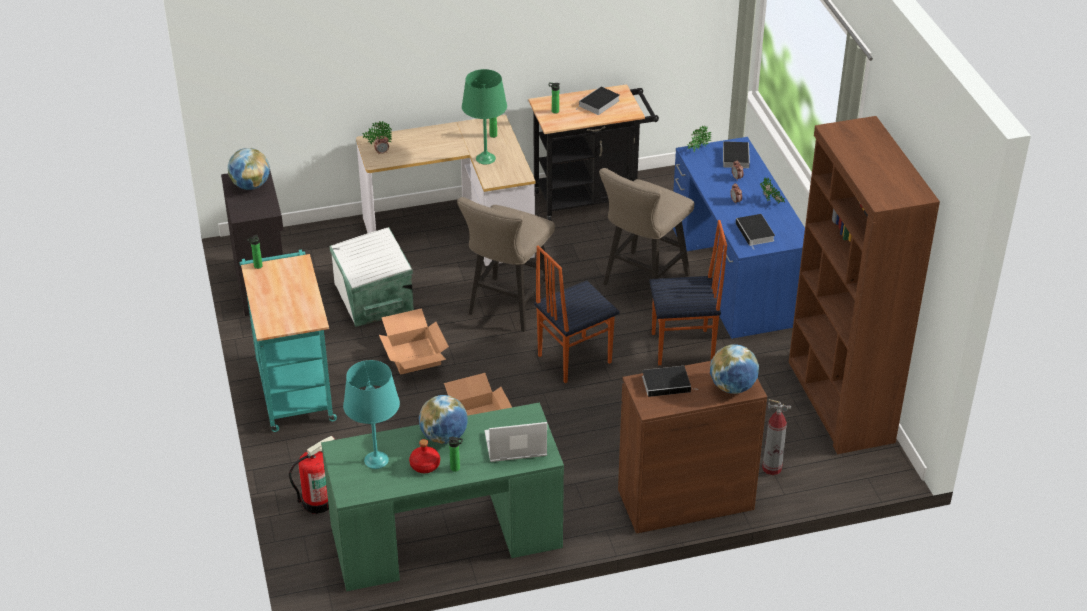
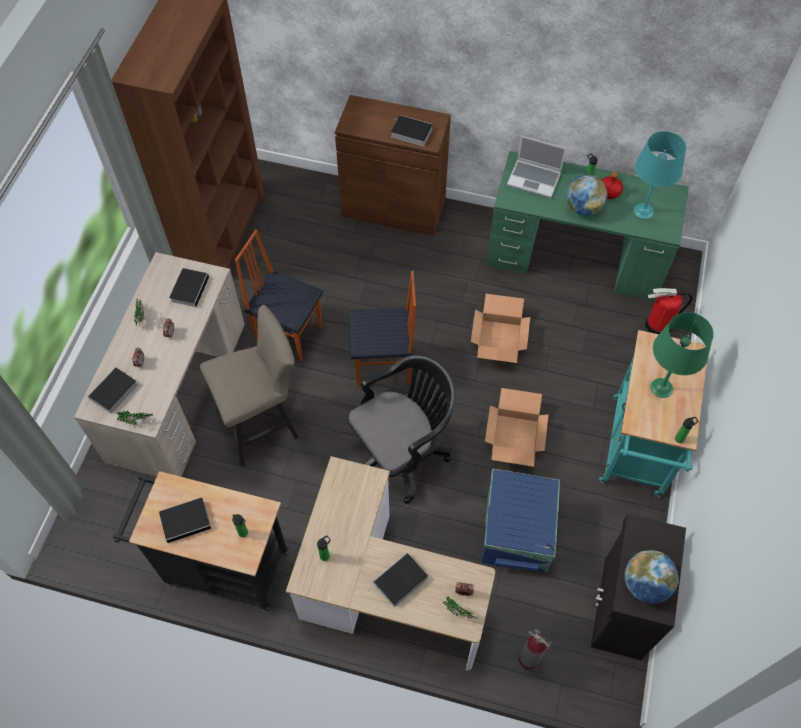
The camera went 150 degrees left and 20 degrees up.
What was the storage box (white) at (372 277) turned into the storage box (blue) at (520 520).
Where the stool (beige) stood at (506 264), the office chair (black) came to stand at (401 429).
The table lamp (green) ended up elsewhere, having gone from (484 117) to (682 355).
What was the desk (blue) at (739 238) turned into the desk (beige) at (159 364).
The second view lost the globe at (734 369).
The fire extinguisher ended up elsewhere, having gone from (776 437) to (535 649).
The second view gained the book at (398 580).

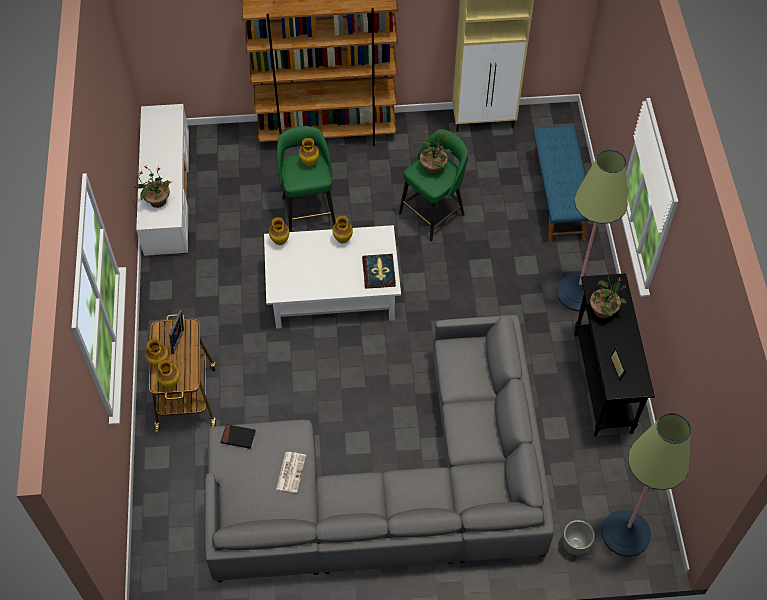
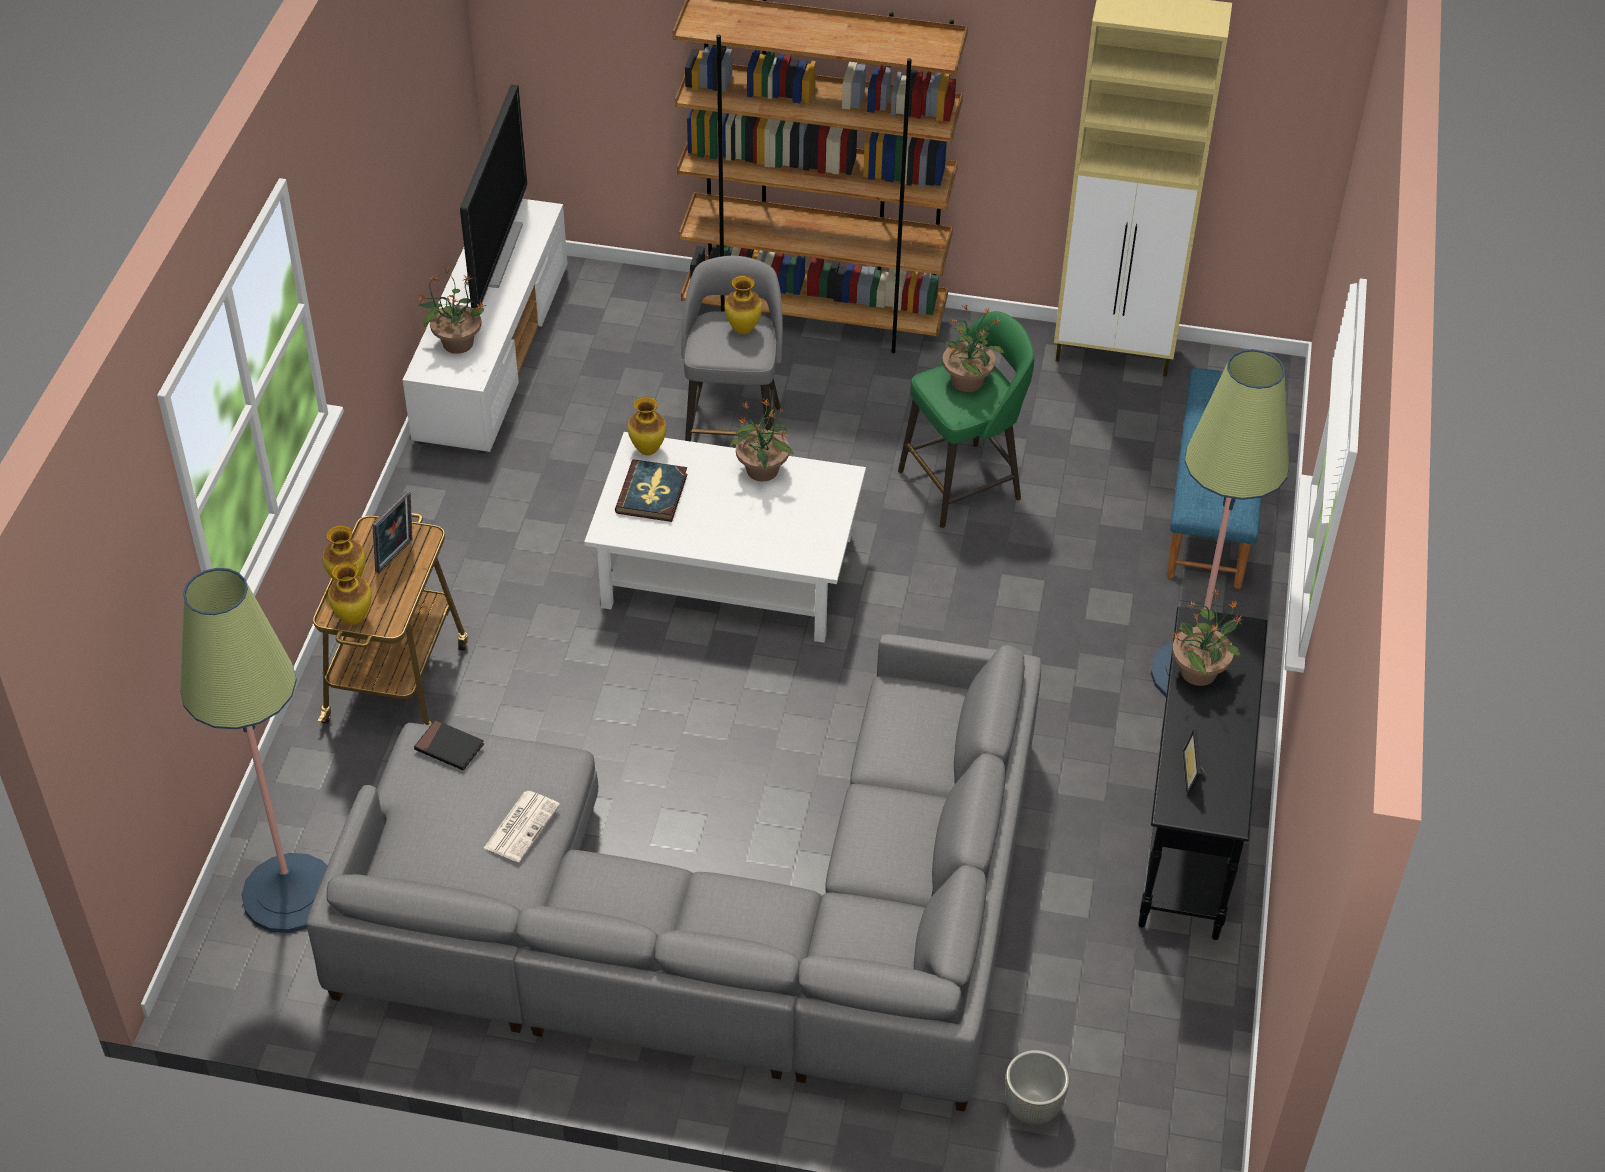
The camera went 15 degrees right and 10 degrees down.
What was the stool (green) at (306 179) turned into the stool (grey) at (732 348).
Where the vase stood at (342 229), the potted plant came to stand at (761 440).
The book ended up elsewhere, having gone from (379 271) to (651 490).
The floor lamp ended up elsewhere, having gone from (646 485) to (253 750).
The second view gained the television at (493 196).

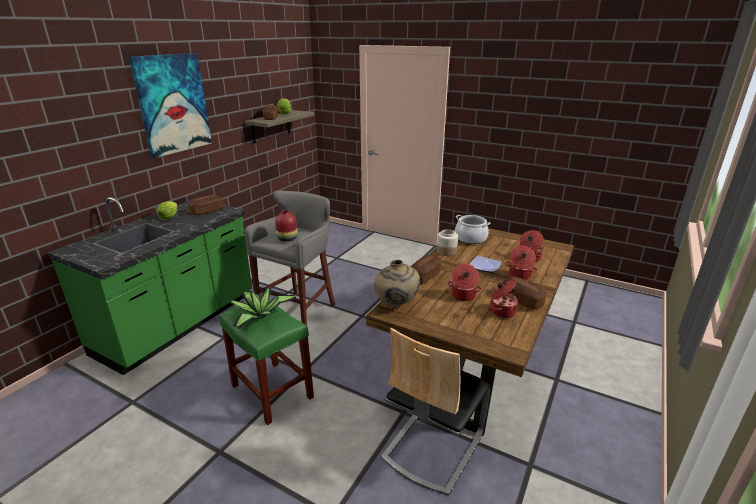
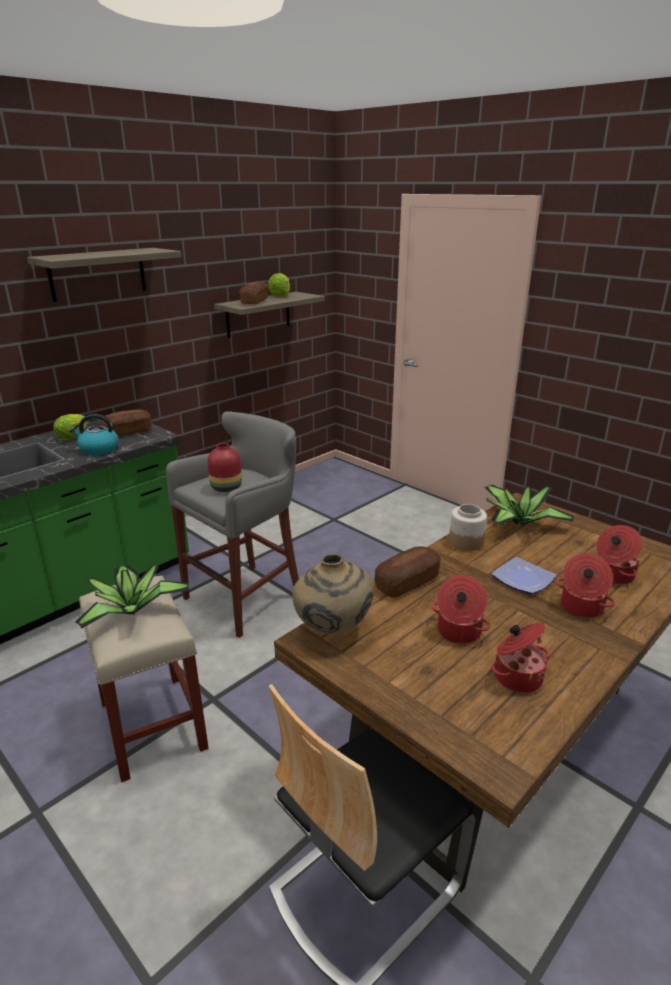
The camera went 15 degrees right and 0 degrees up.
Where the picture hung at (170 105), the shelf came to hang at (104 275).
What was the stool (green) at (266 361) turned into the stool (beige) at (144 678).
Where the cooking pot stood at (472 229), the potted plant came to stand at (529 505).
The second view lost the bread at (524 293).
The second view gained the kettle at (94 434).

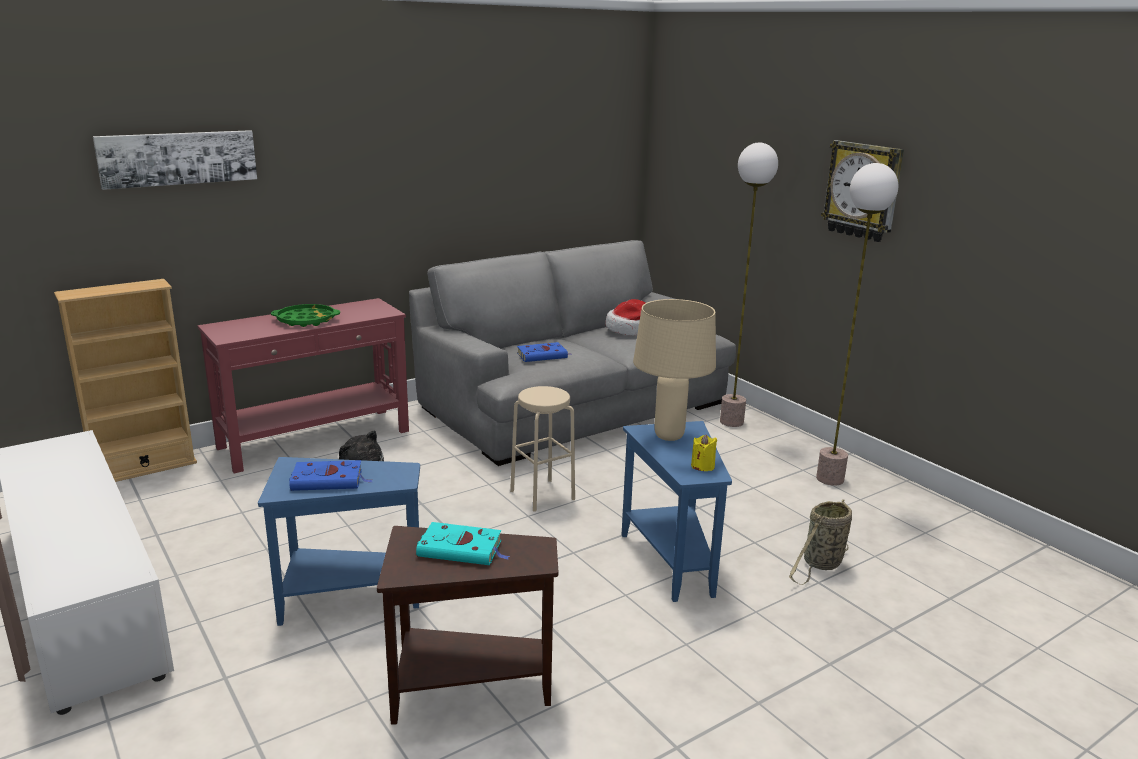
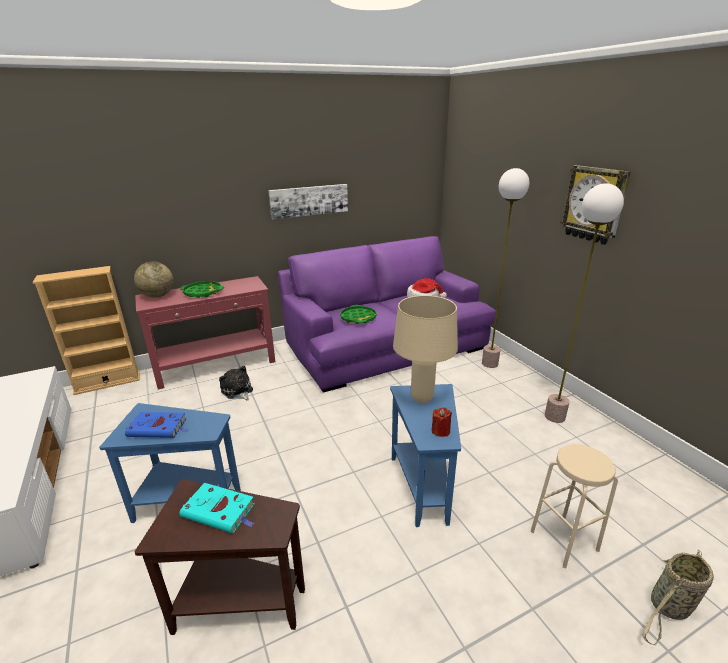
The camera went 10 degrees right and 5 degrees up.
The picture ended up elsewhere, having gone from (175 160) to (308 201).
What was the sofa (grey) at (572 353) turned into the sofa (purple) at (387 314).
The stool (beige) ended up elsewhere, having gone from (542 449) to (574 506).
Where the book (blue) stood at (544 352), the tray (green) came to stand at (358 314).
What was the candle (yellow) at (704 452) turned into the candle (red) at (442 422).
The basket ended up elsewhere, having gone from (820 542) to (678 597).
The second view gained the globe at (153 280).

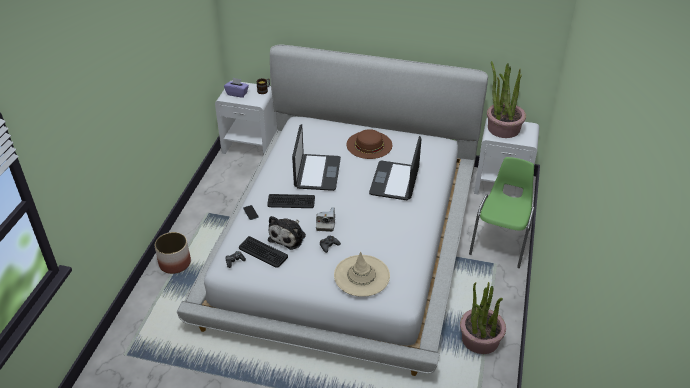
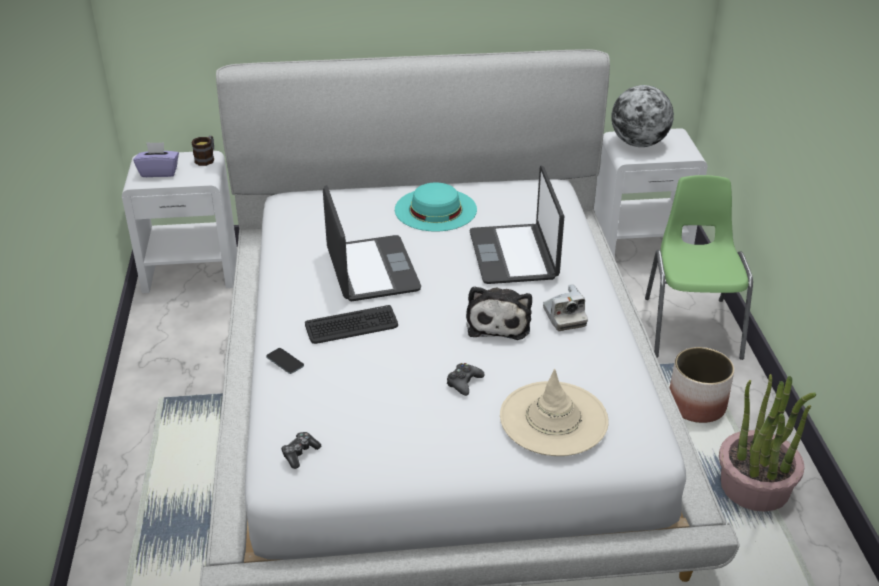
The camera went 20 degrees left and 5 degrees down.
The planter ended up elsewhere, having gone from (173 253) to (702 385).
The second view lost the keyboard at (263 252).
The plush toy ended up elsewhere, having gone from (287 233) to (499 313).
The photo camera ended up elsewhere, having gone from (325 219) to (565 307).
What was the hat (brown) at (369 144) turned into the hat (turquoise) at (436 207).
Where the potted plant stood at (506 99), the globe came to stand at (642 116).

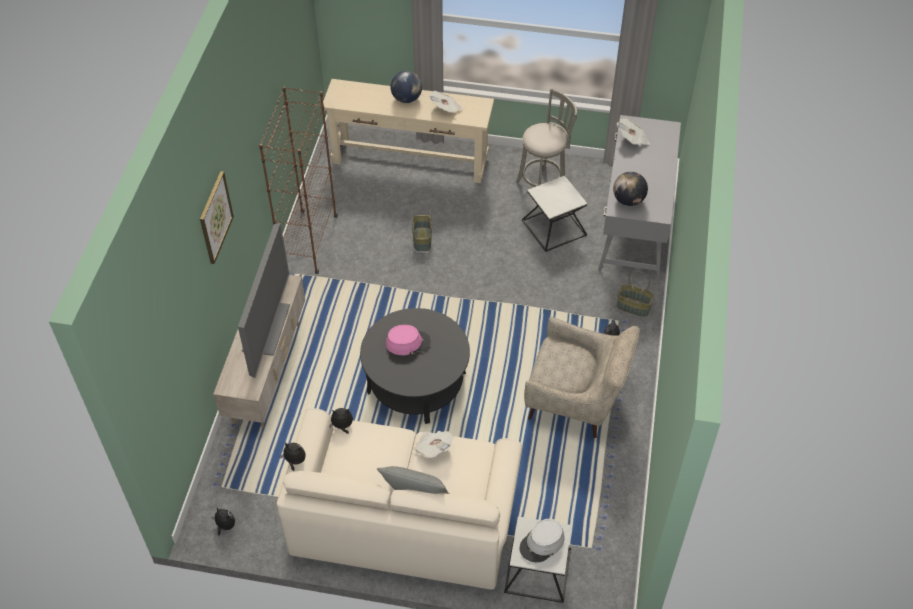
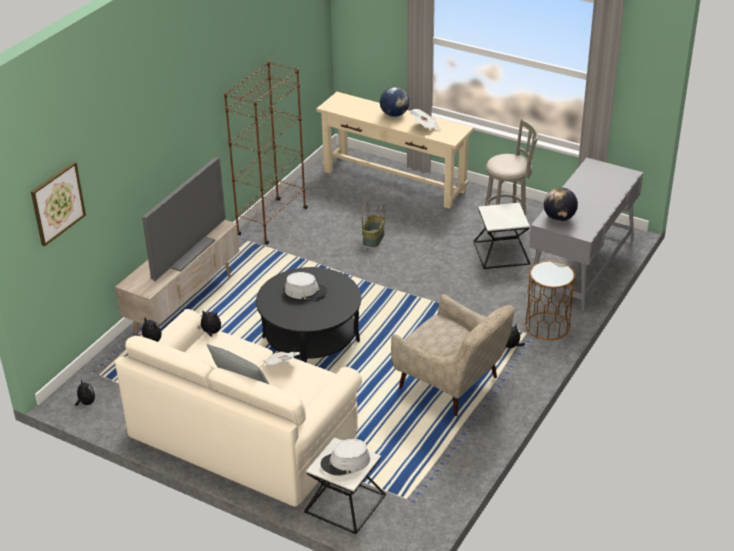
The camera went 20 degrees right and 15 degrees down.
The picture ended up elsewhere, having gone from (217 217) to (58 204).
What was the hat (pink) at (408 340) turned into the hat (grey) at (306 286).
The second view lost the newspaper at (633 132).
Where the basket stood at (635 294), the side table (brown) came to stand at (550 300).

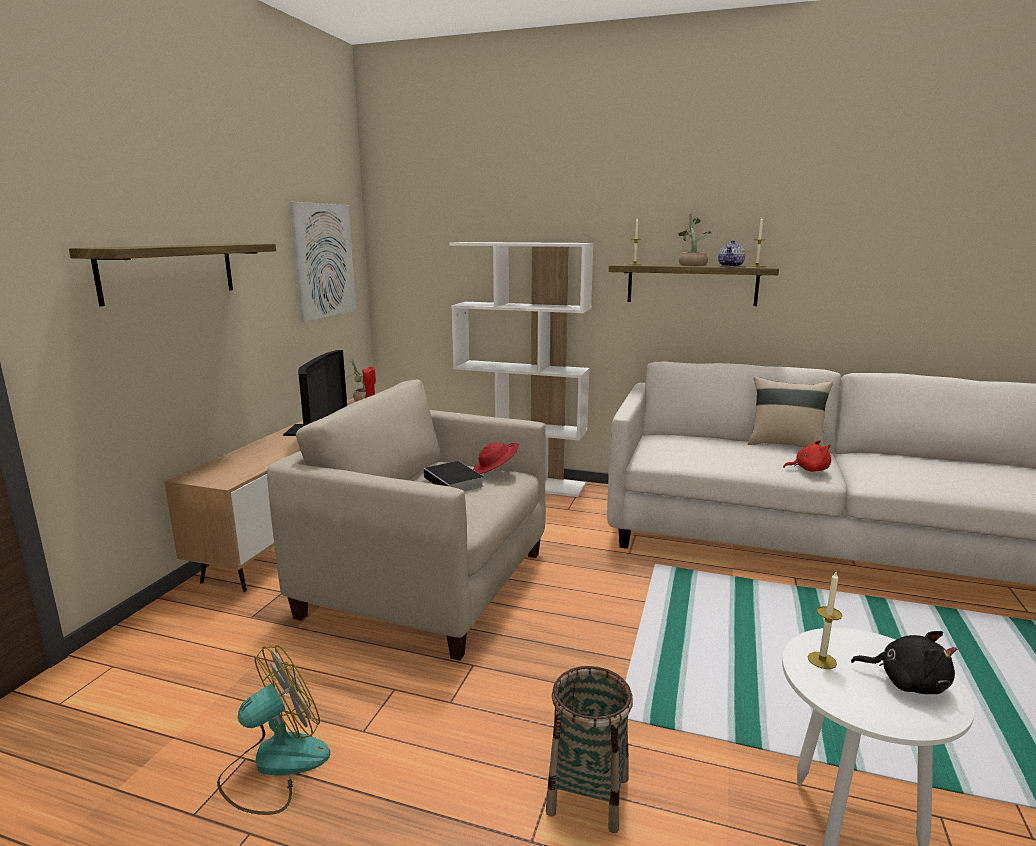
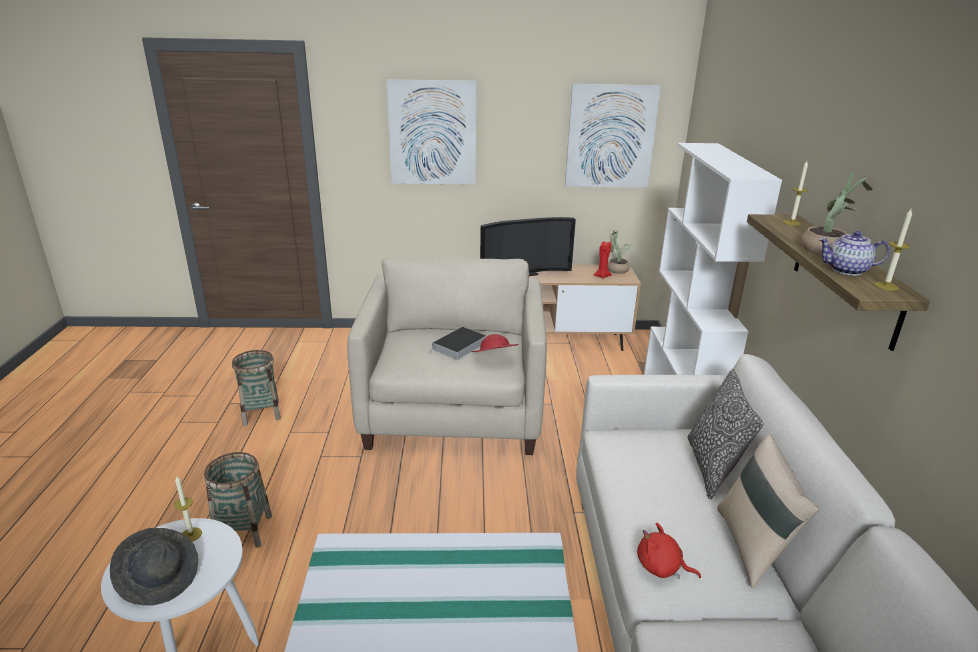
The camera went 70 degrees right and 10 degrees up.
Where the shelf hung at (172 274), the picture came to hang at (432 132).
Where the fan stood at (273 730), the basket came to stand at (256 388).
The plush toy (red) at (807 456) ended up facing another way, 135 degrees clockwise from before.
Where the plush toy (black) stood at (904 662), the hat (grey) came to stand at (154 567).
The second view gained the pillow at (725 433).

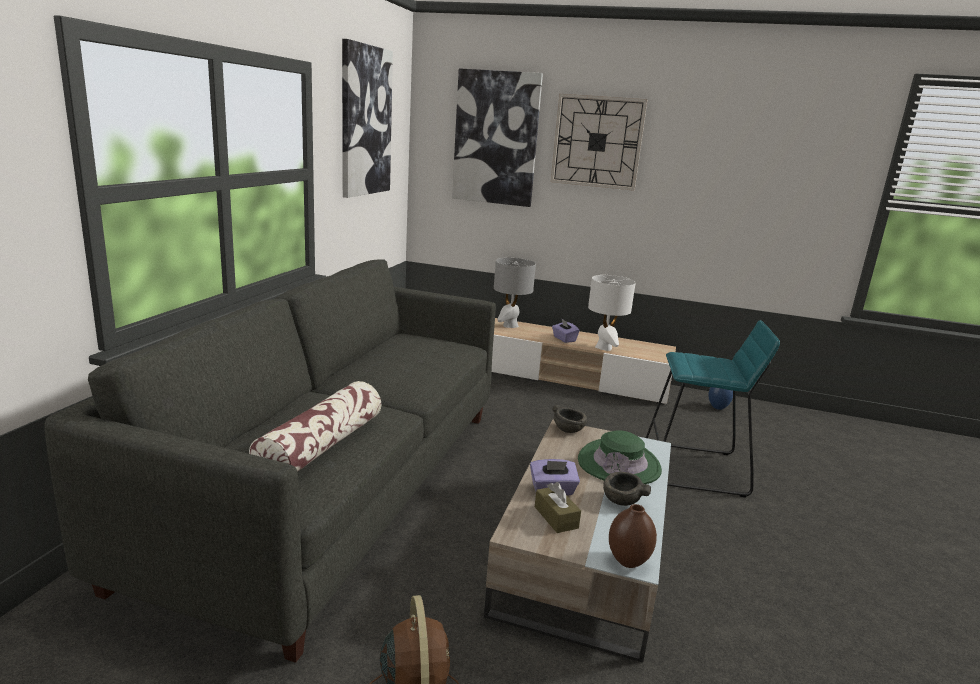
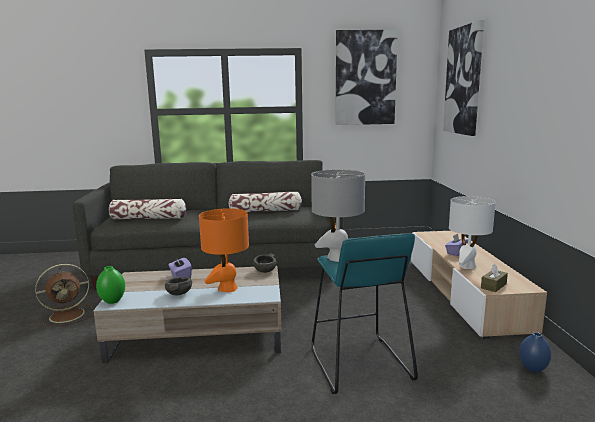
The camera went 70 degrees right and 5 degrees down.
The table lamp (grey) ended up elsewhere, having gone from (515 293) to (338 215).
The tissue box (brown) ended up elsewhere, having gone from (558 507) to (494 278).
The second view lost the wall clock at (599 142).
Where the hat (green) stood at (620 457), the table lamp (orange) came to stand at (224 250).
What was the vase (brown) at (633 536) turned into the vase (green) at (110 285).
The second view gained the pillow at (265 202).

